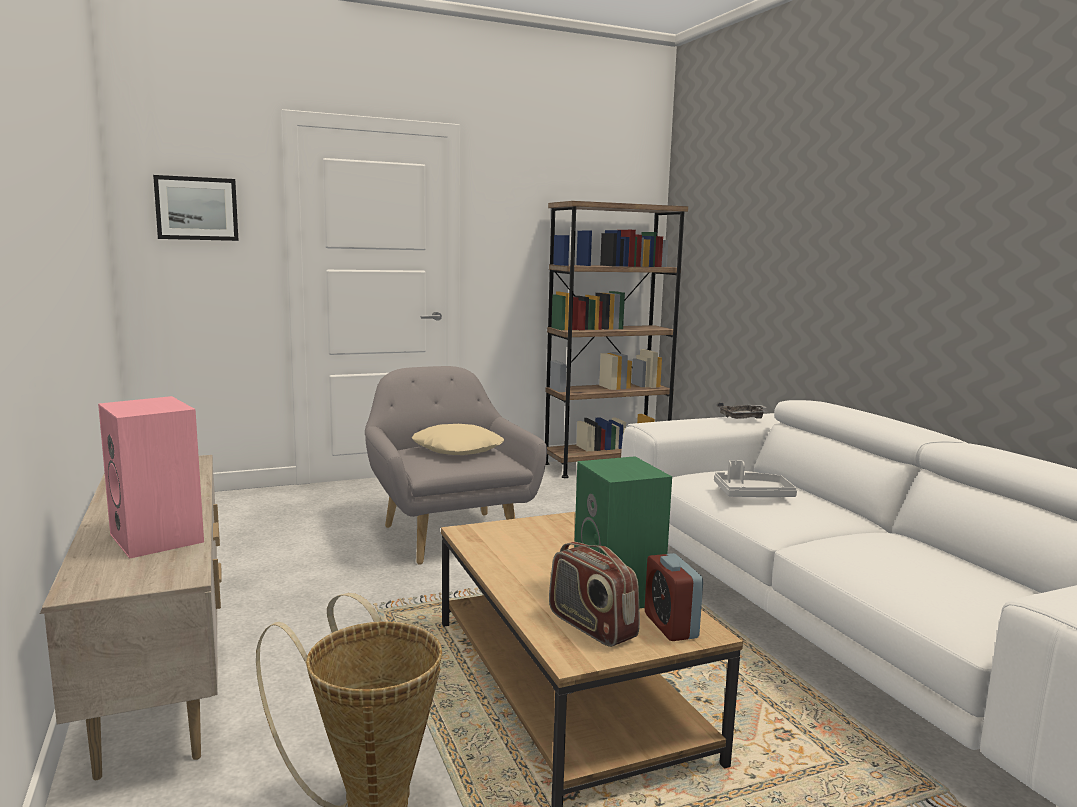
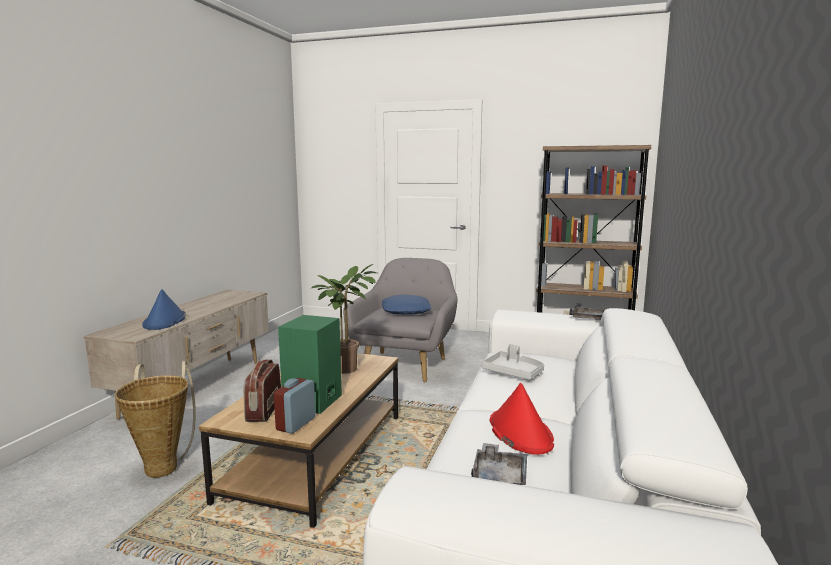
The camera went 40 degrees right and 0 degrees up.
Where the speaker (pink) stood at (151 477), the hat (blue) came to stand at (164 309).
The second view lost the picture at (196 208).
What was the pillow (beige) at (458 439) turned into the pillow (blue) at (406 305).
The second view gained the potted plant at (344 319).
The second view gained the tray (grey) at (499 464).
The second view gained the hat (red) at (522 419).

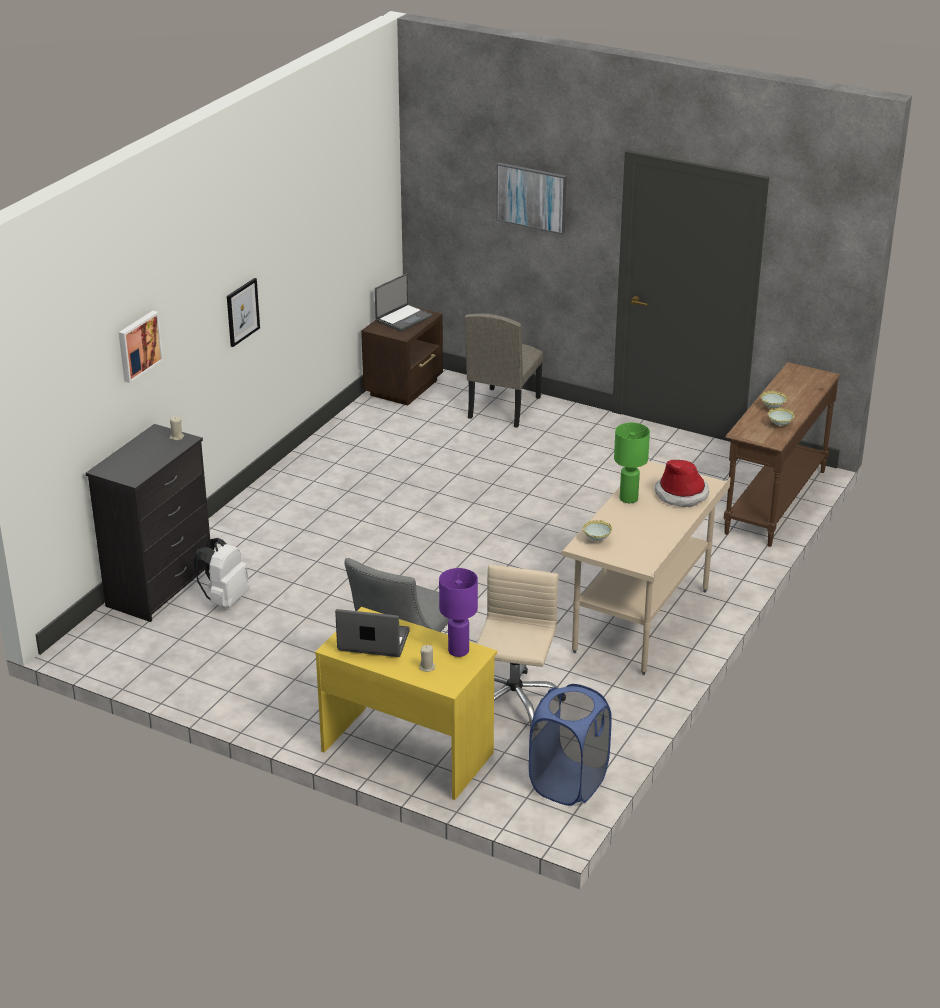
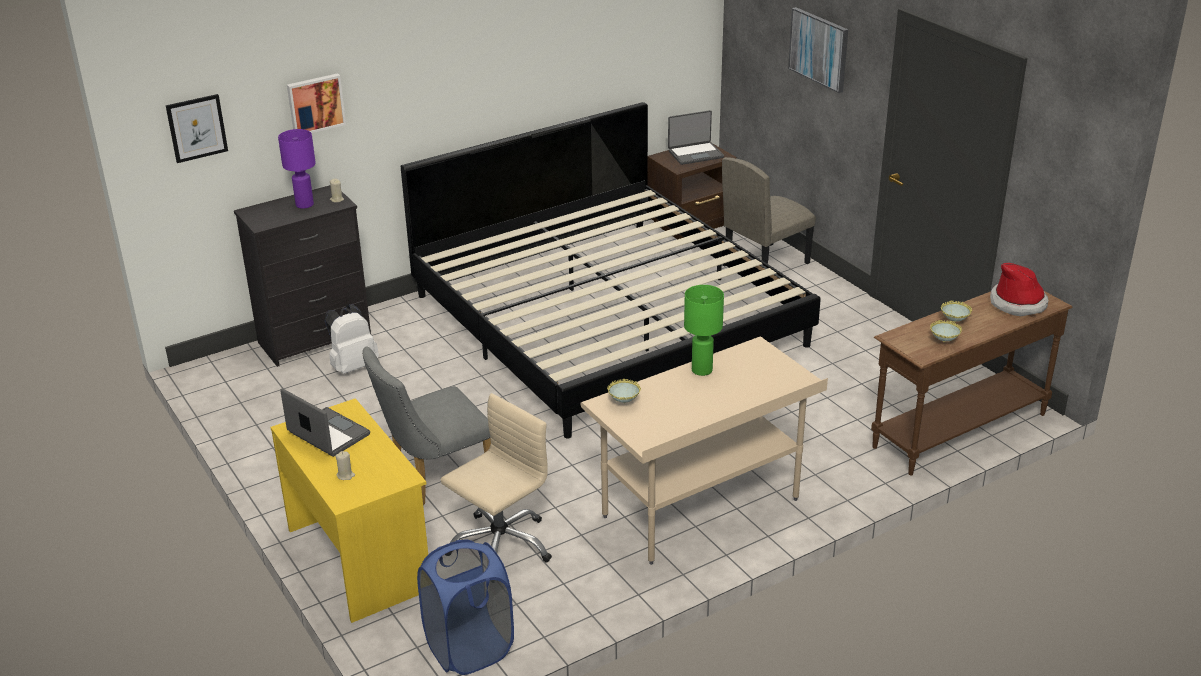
The camera went 30 degrees right and 0 degrees up.
The picture ended up elsewhere, having gone from (243 312) to (197 128).
The table lamp (purple) ended up elsewhere, having gone from (458 612) to (297 169).
The hat ended up elsewhere, having gone from (682 483) to (1019 289).
The second view gained the bed at (611 270).

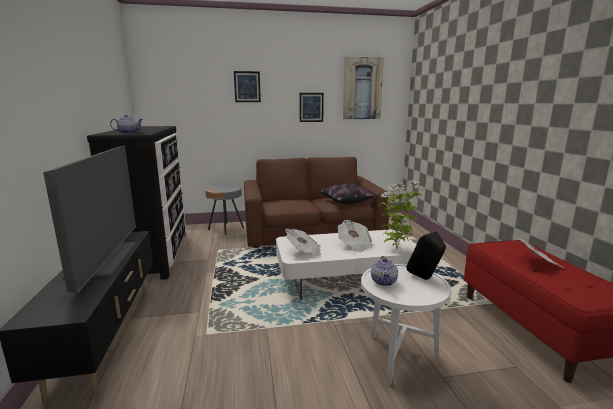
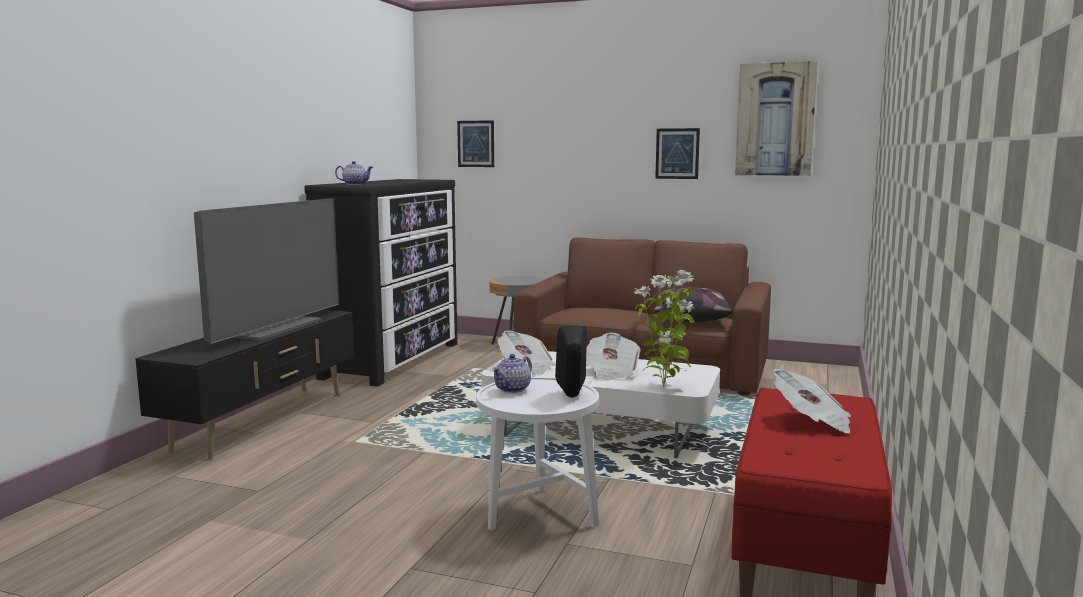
The camera went 30 degrees right and 5 degrees down.
The picture ended up elsewhere, having gone from (247 86) to (475 143).

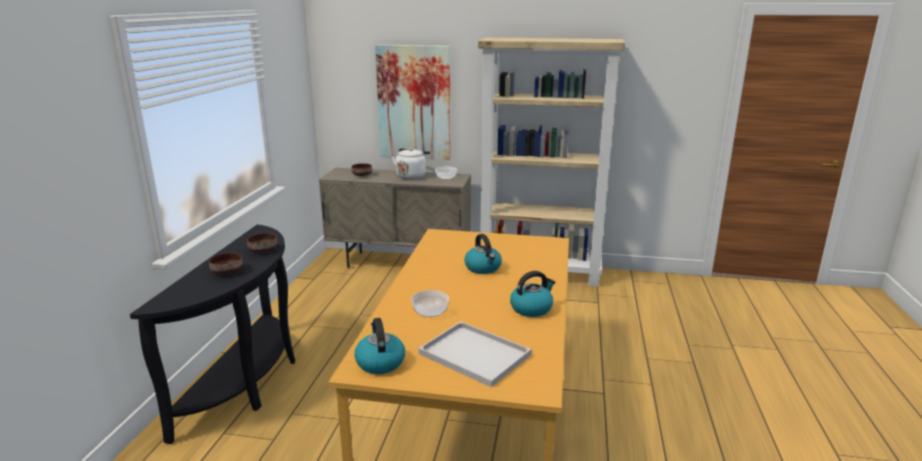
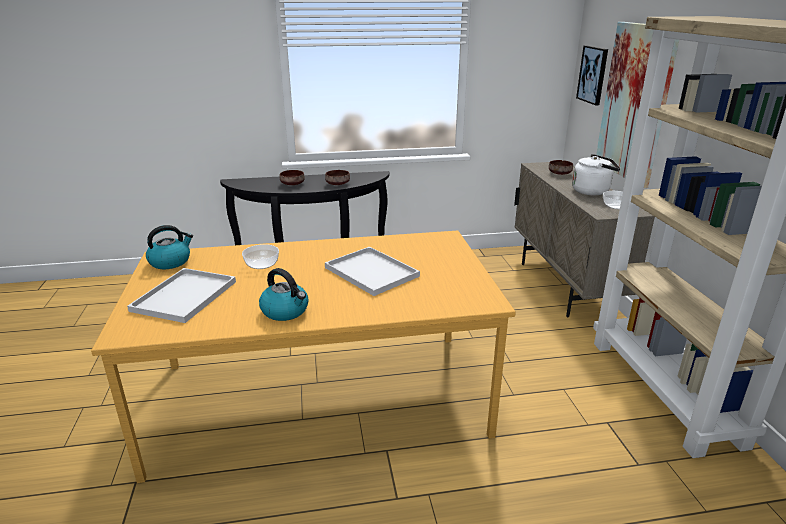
The camera went 70 degrees right and 5 degrees up.
Where the kettle stood at (483 254), the tray (white) came to stand at (372 271).
The second view gained the picture at (592 75).

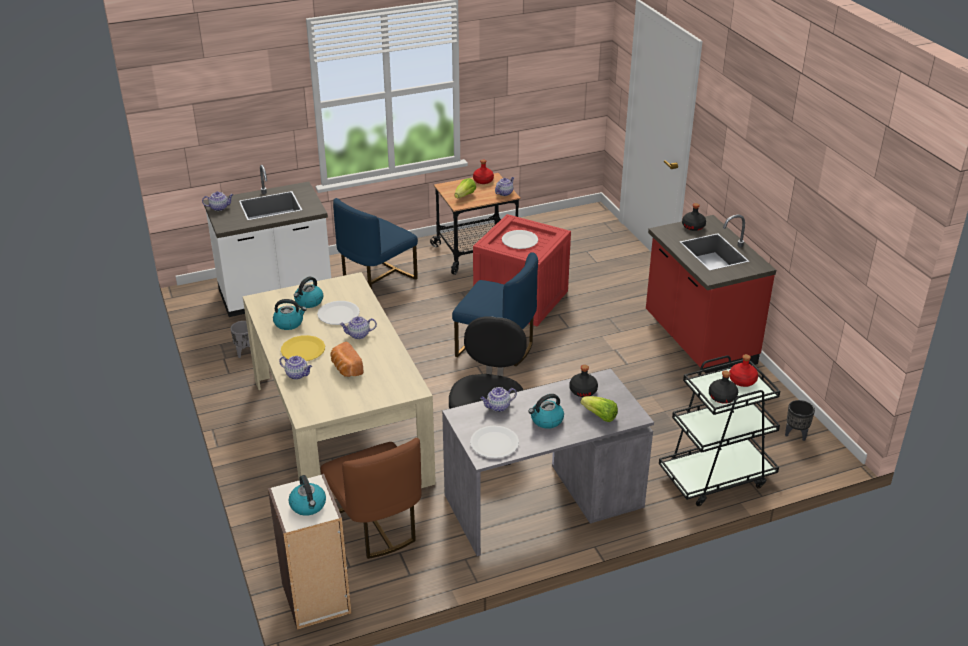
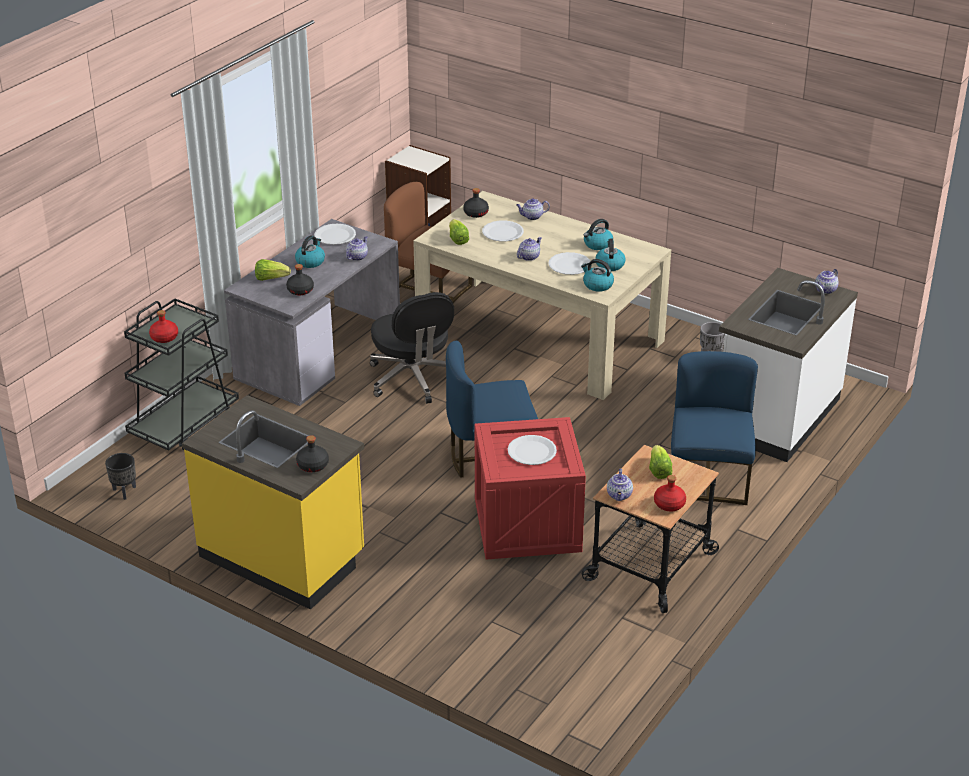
The camera went 145 degrees right and 0 degrees up.
The second view lost the plate (yellow) at (303 348).
The kettle ended up elsewhere, having gone from (307 495) to (597 275).
Where the bread stood at (346 359), the plate (white) came to stand at (503 231).
What was the counter (red) at (711 294) turned into the counter (yellow) at (273 502).
The bottle (black) ended up elsewhere, having gone from (723 387) to (476 203).
The second view gained the lettuce at (459 232).

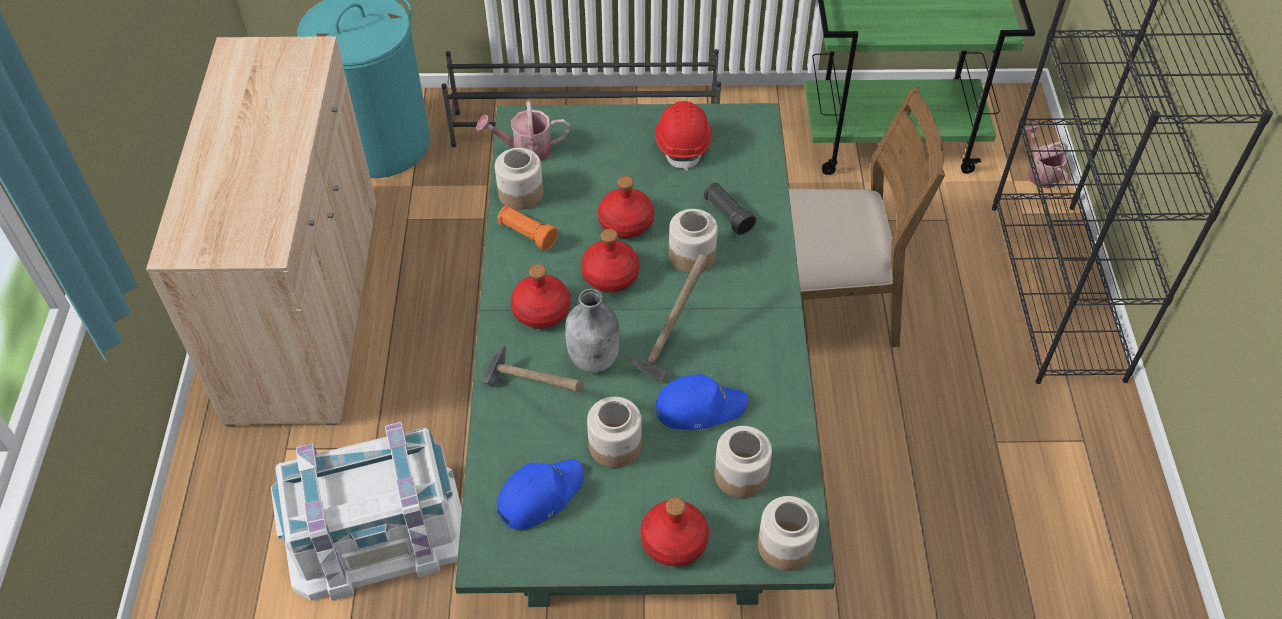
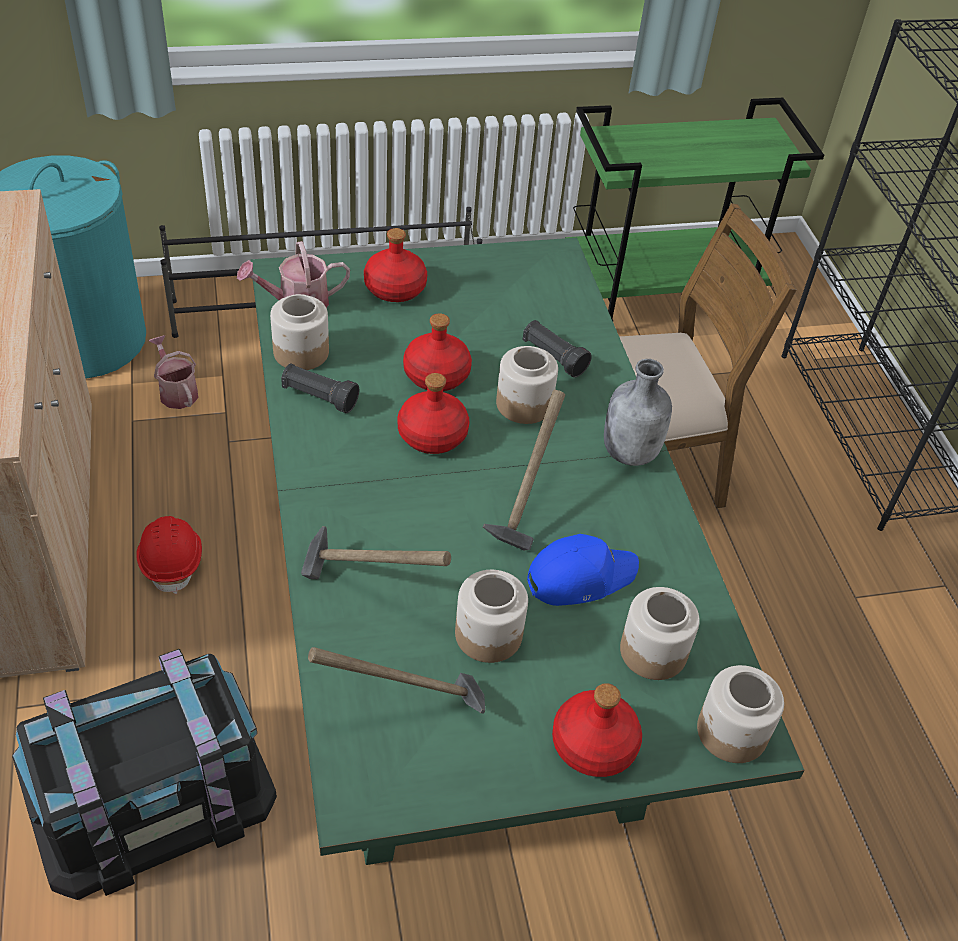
The camera went 15 degrees left and 5 degrees down.
What was the storage box (white) at (366 511) turned into the storage box (black) at (144 774).
What was the flashlight (orange) at (527 228) turned into the flashlight (black) at (320 388).
Where the cap (blue) stood at (540 494), the hammer came to stand at (396 680).
The bottle (red) ended up elsewhere, having gone from (541 296) to (395 265).
The bottle (grey) ended up elsewhere, having gone from (592 331) to (638 412).
The hard hat (red) ended up elsewhere, having gone from (683 136) to (169 555).
The watering can ended up elsewhere, having gone from (1046 156) to (173 372).

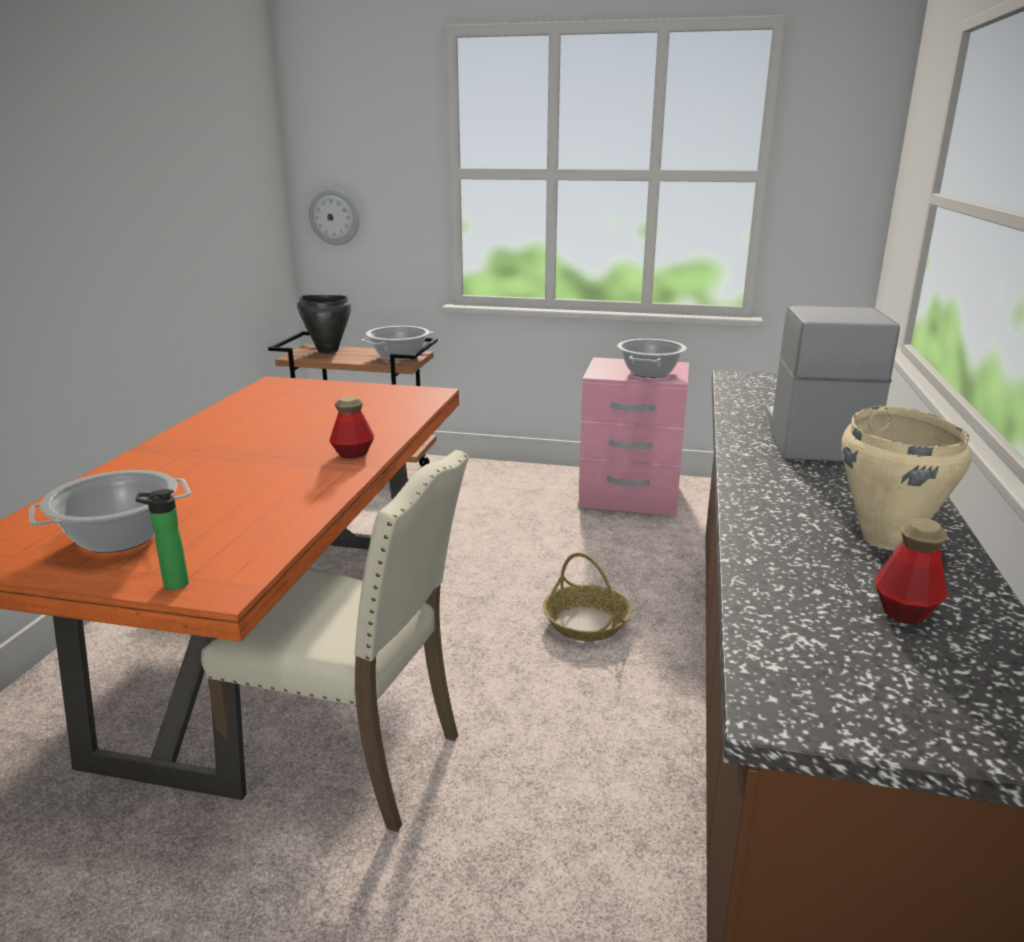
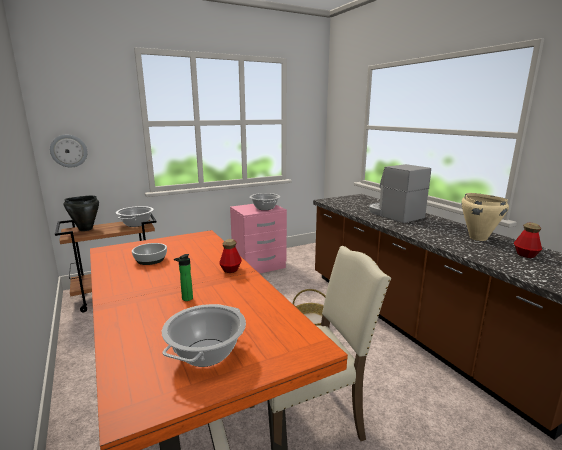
The camera went 40 degrees left and 5 degrees down.
The bottle ended up elsewhere, having gone from (162 539) to (183 277).
The second view gained the bowl at (149 254).

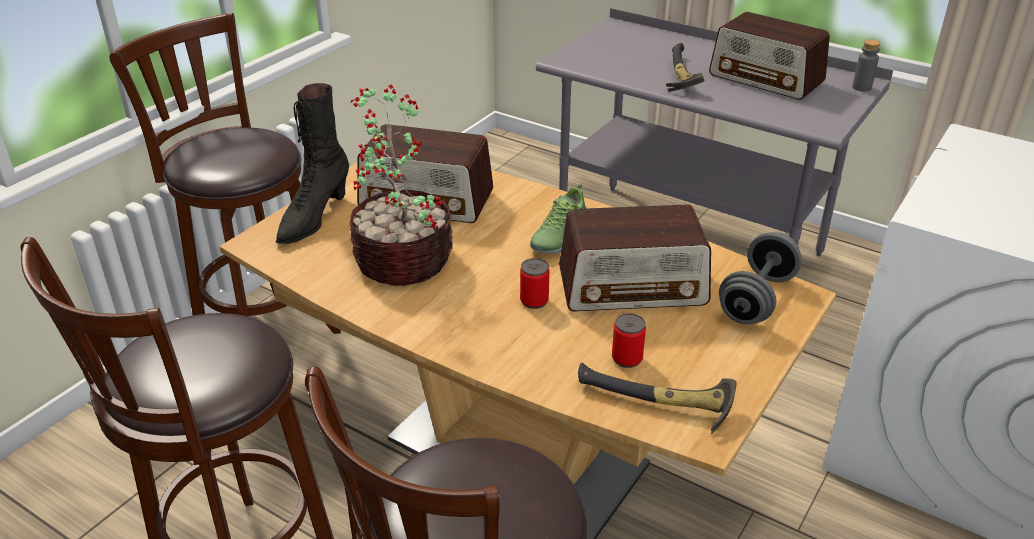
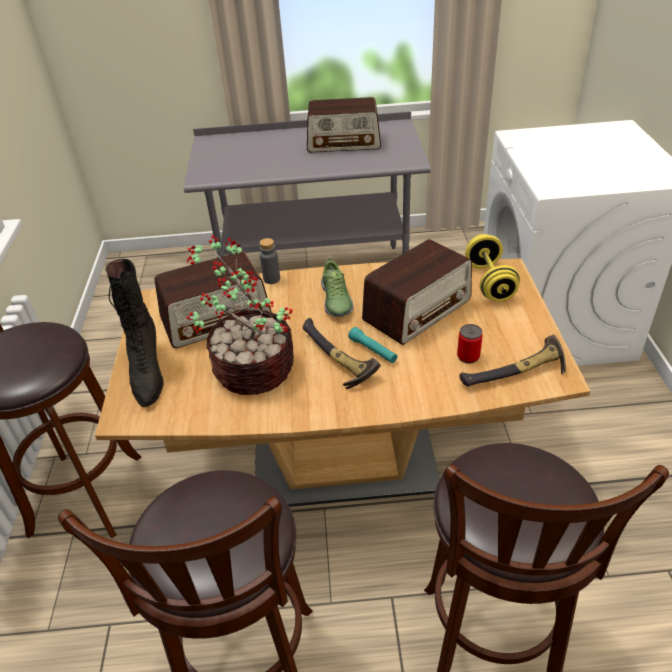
The camera went 35 degrees left and 5 degrees up.
Where the can stood at (534 283), the flashlight (turquoise) came to stand at (372 345).
The hammer ended up elsewhere, having gone from (685 67) to (342 353).
What was the dumbbell (grey) at (760 278) turned into the dumbbell (yellow) at (492 268).
The bottle (grey) ended up elsewhere, having gone from (866 65) to (270 261).

